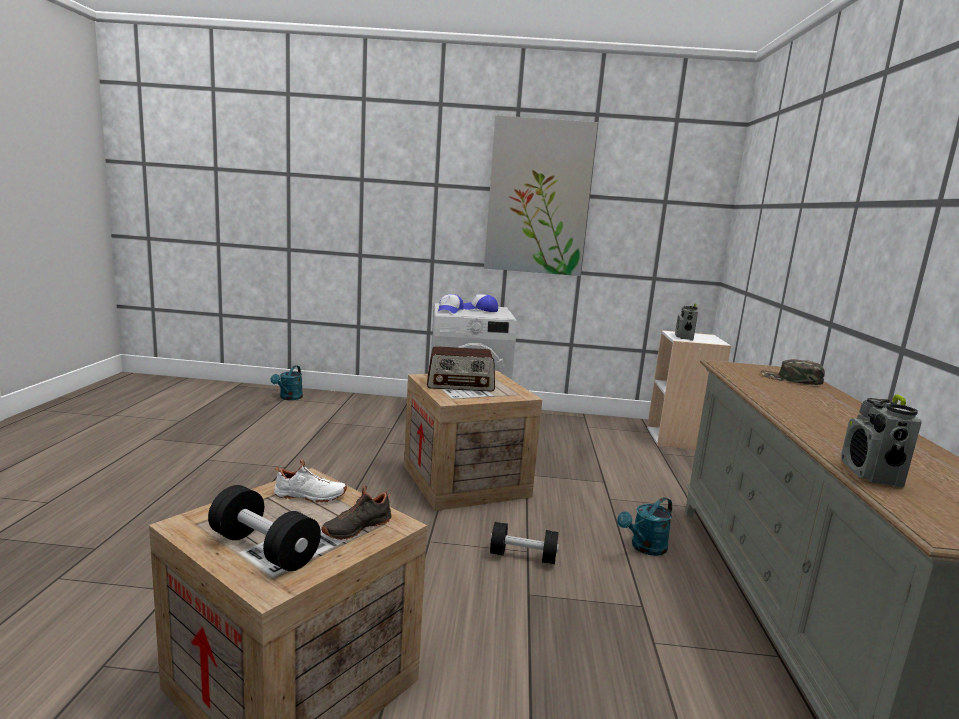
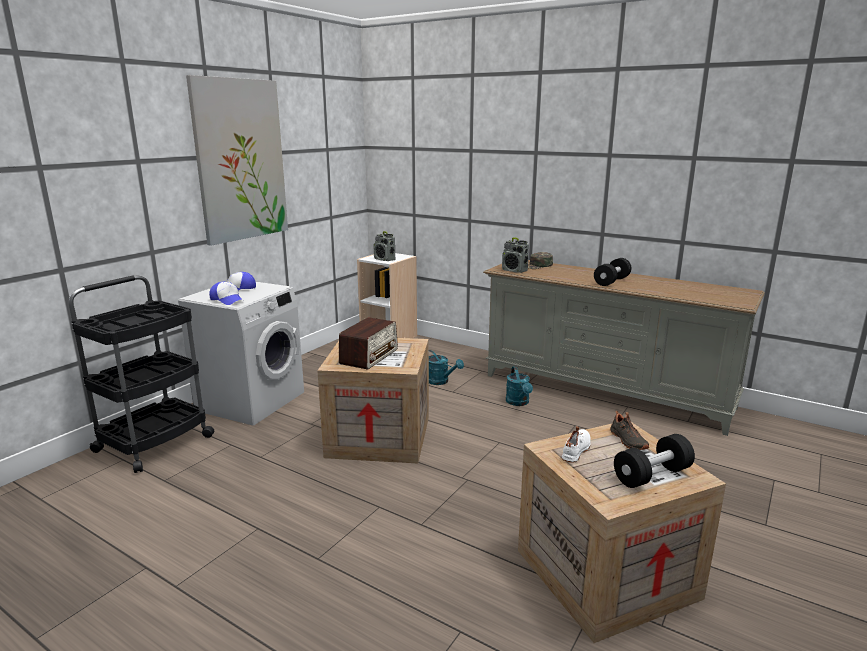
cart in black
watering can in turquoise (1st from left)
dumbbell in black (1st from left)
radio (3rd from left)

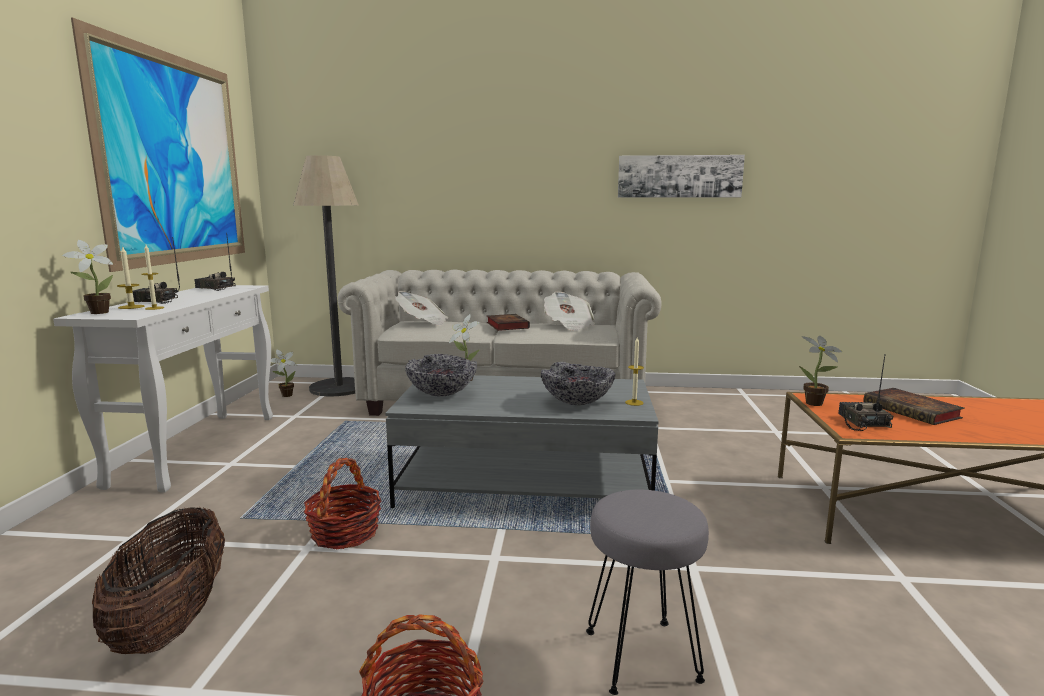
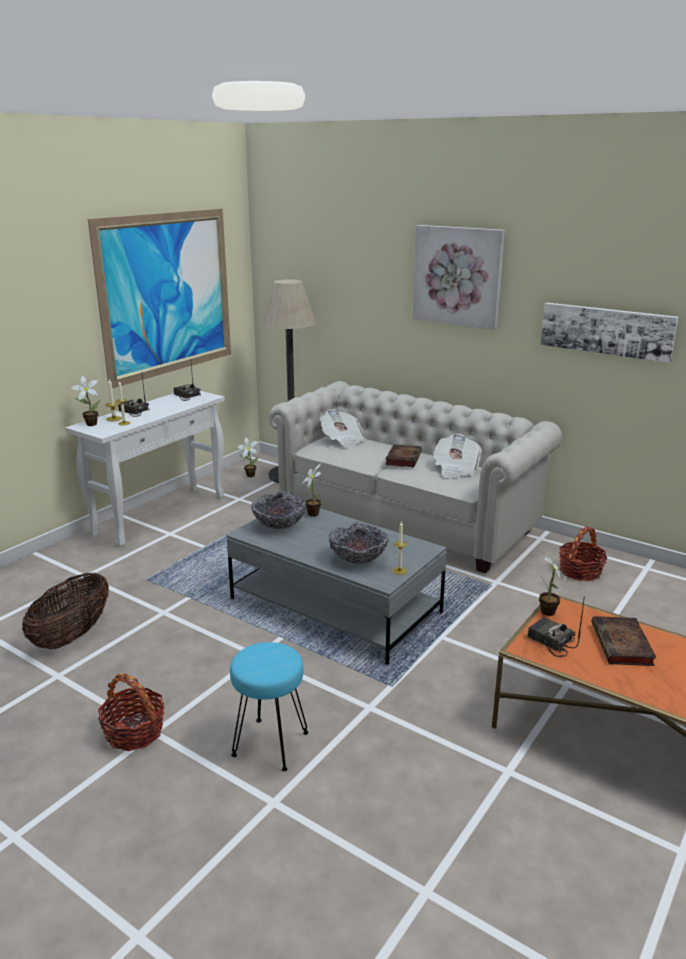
picture (2nd from left)
basket (3rd from left)
stool in turquoise
radio (3rd from left)

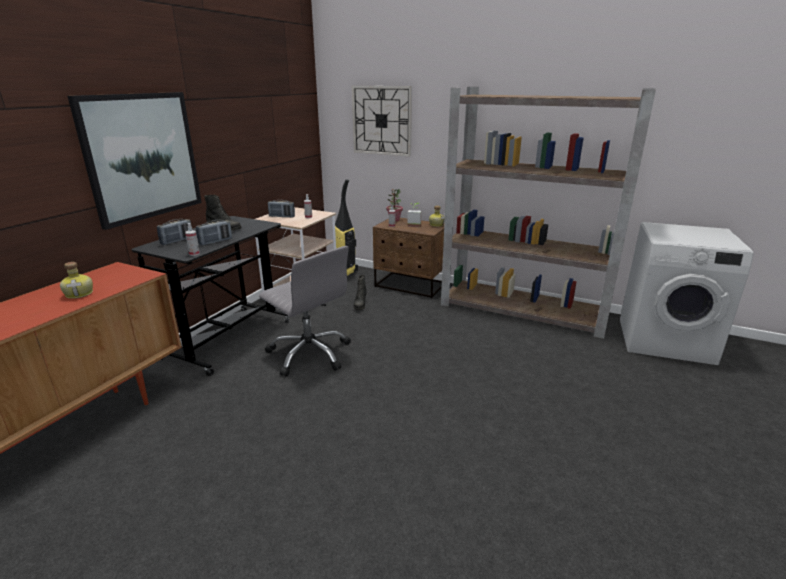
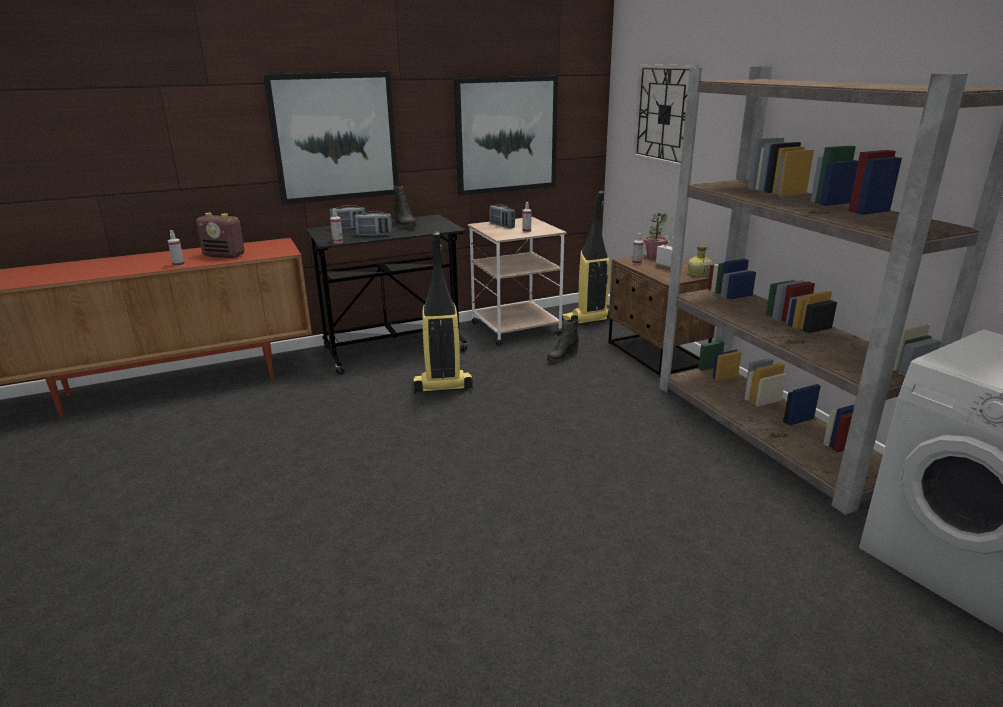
spray bottle (1st from left)
picture (2nd from left)
radio (1st from left)
vacuum cleaner (1st from left)

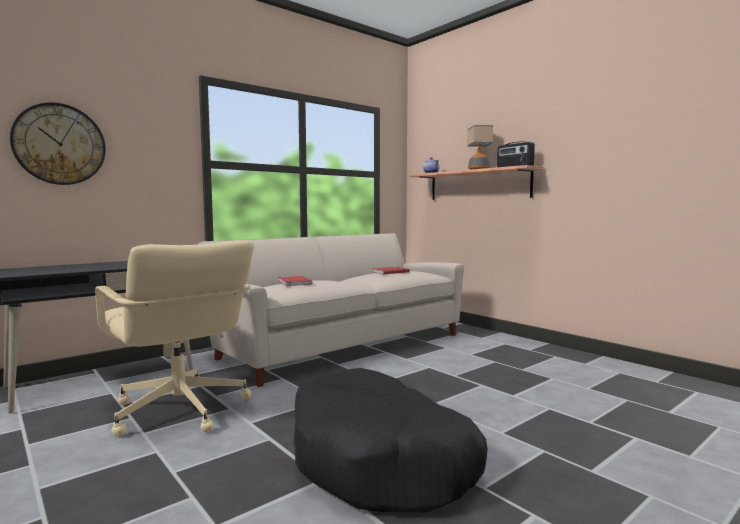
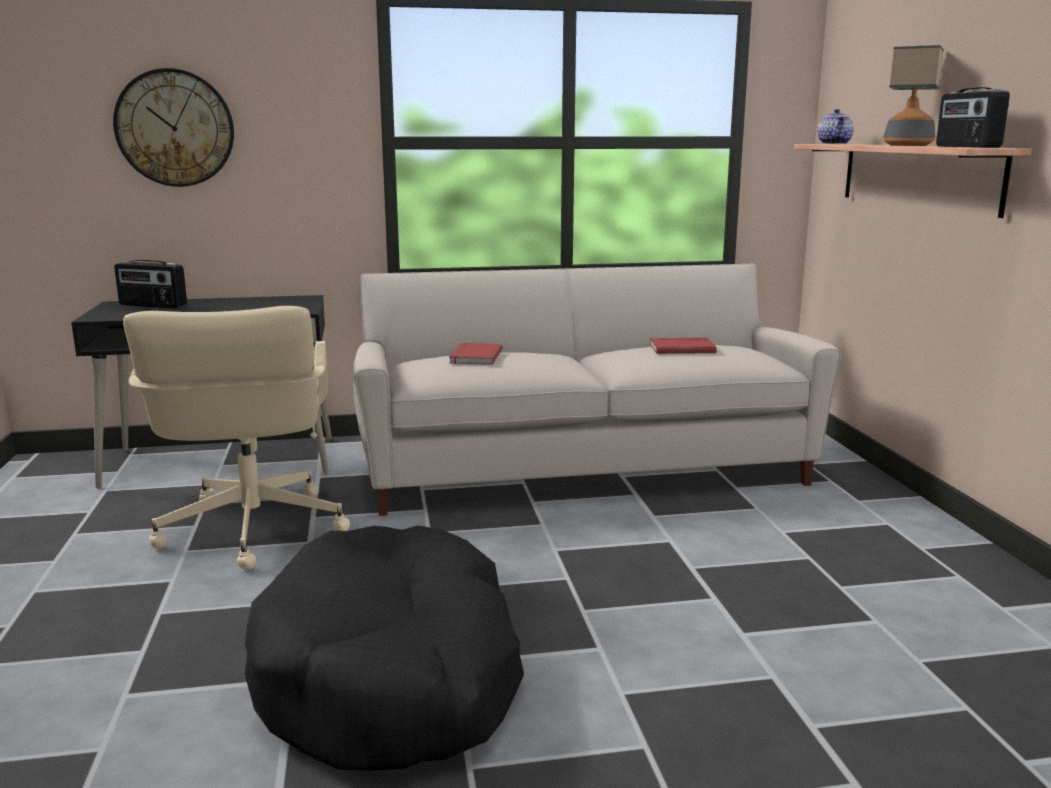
radio (1st from left)

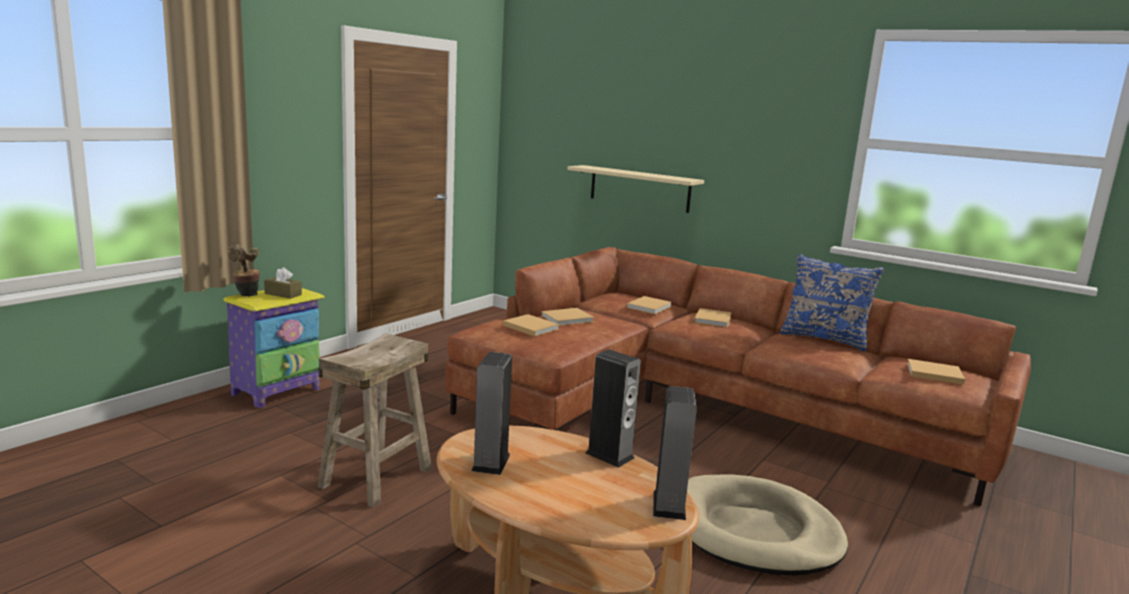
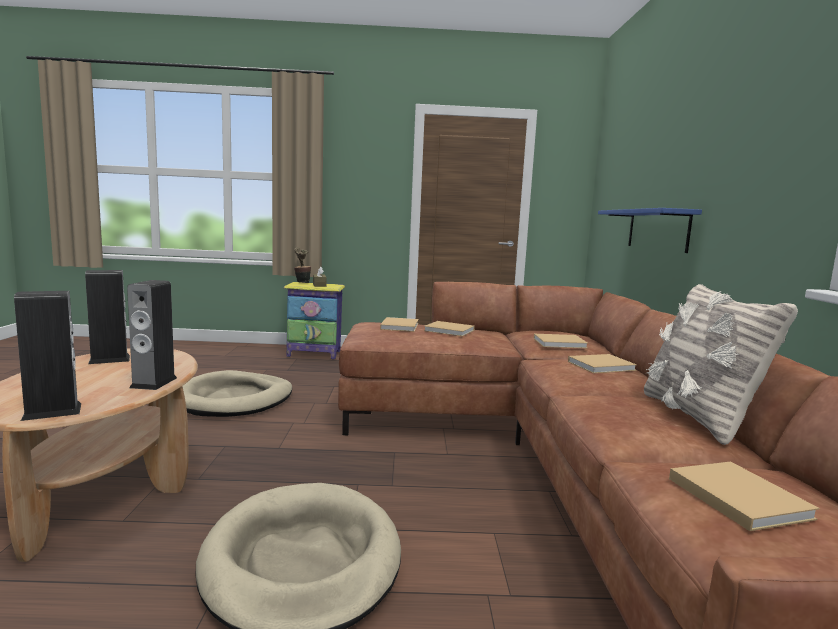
dog bed in beige (1st from left)
shelf in blue
pillow in beige

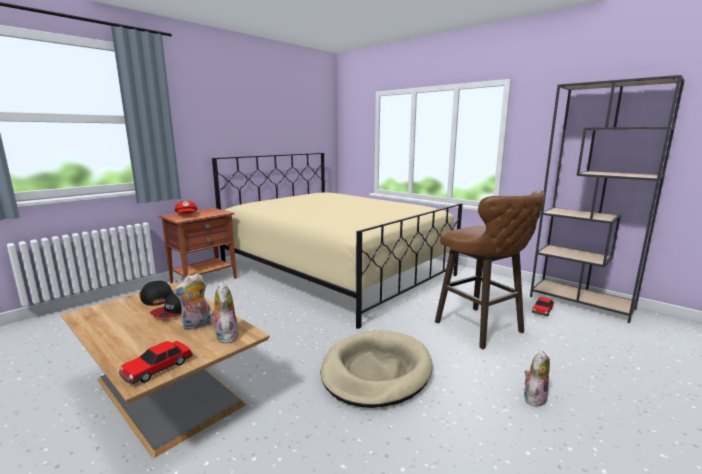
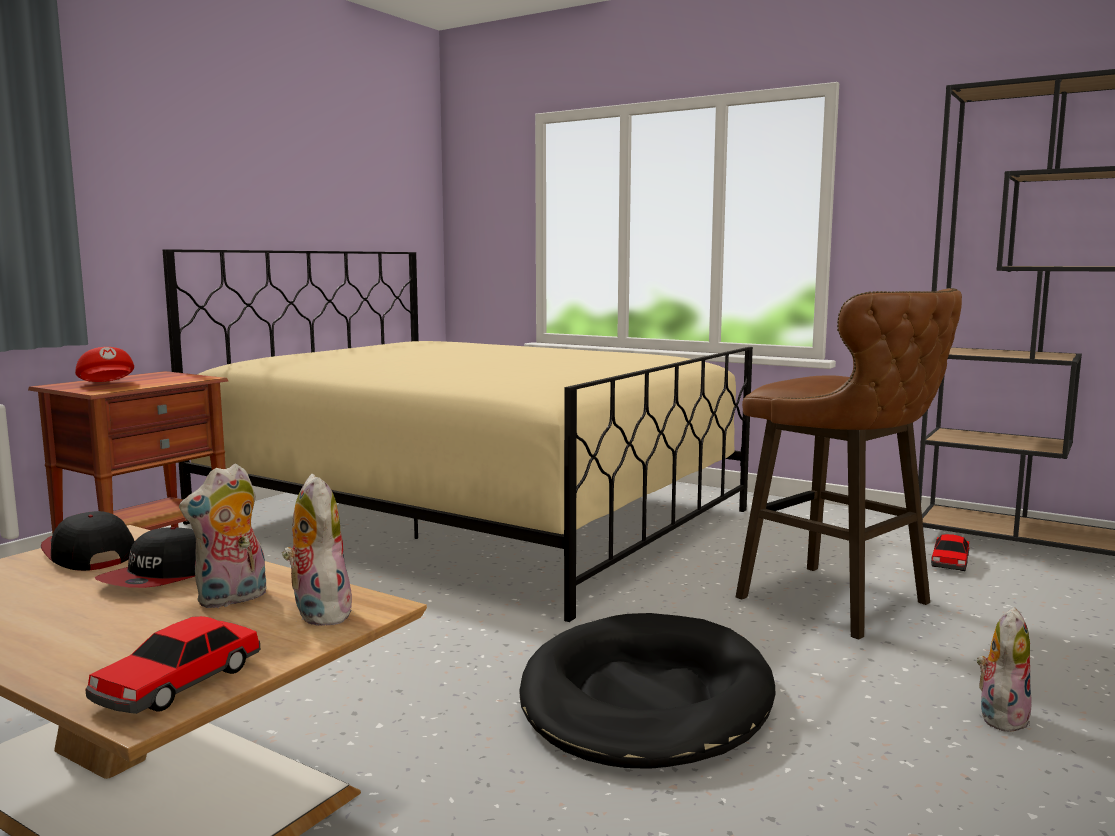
dog bed in black

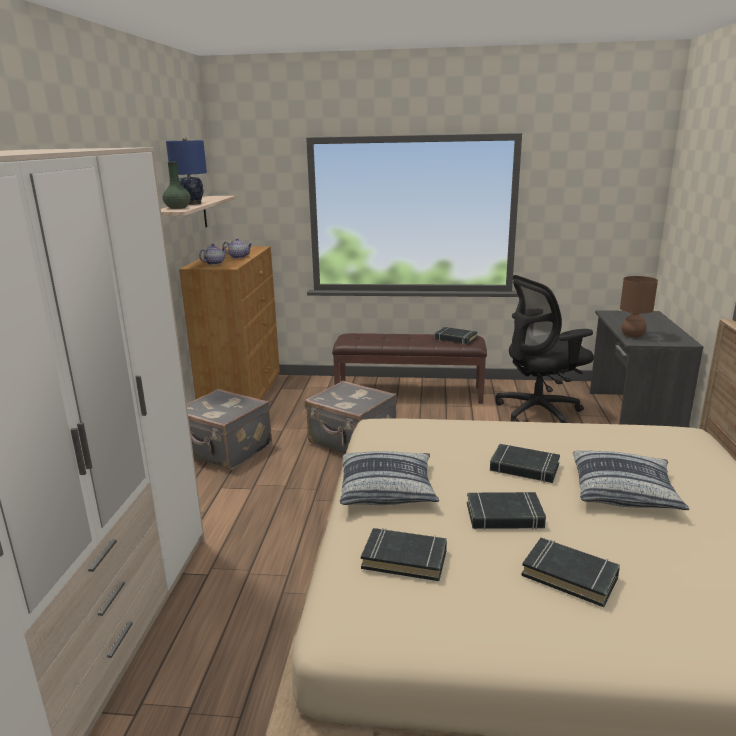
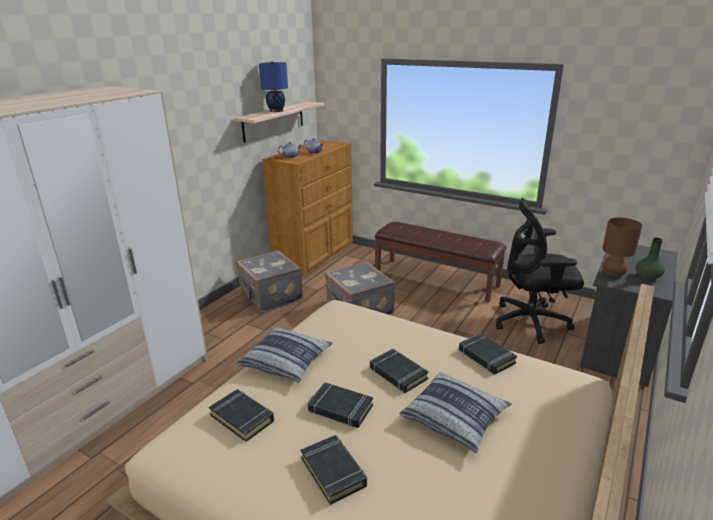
vase in green
book in black (5th from left)

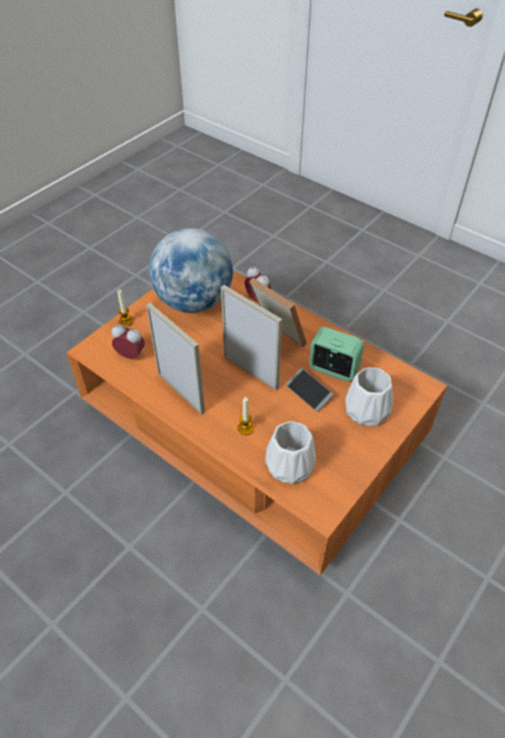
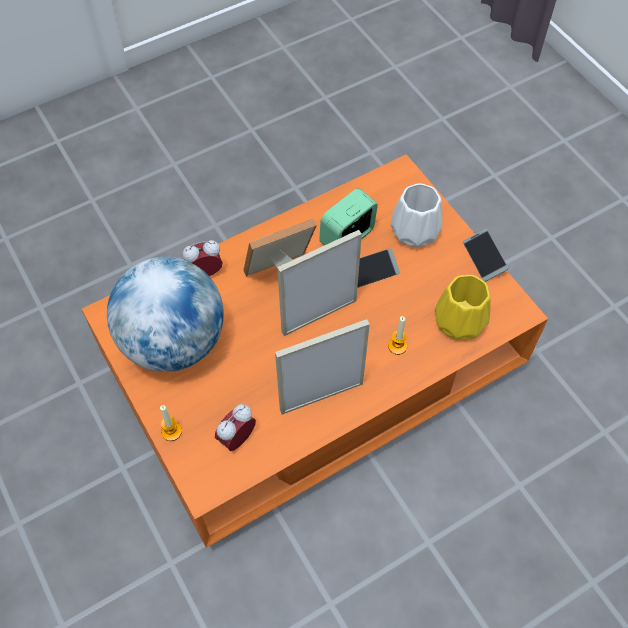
phone (2nd from left)
vase in yellow

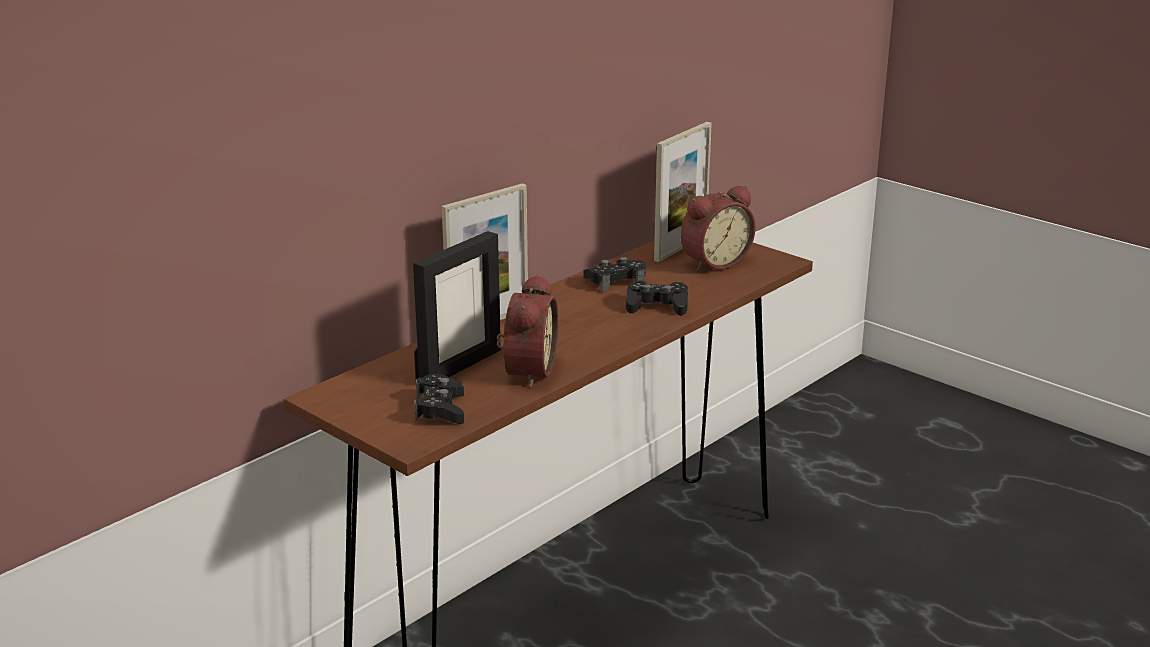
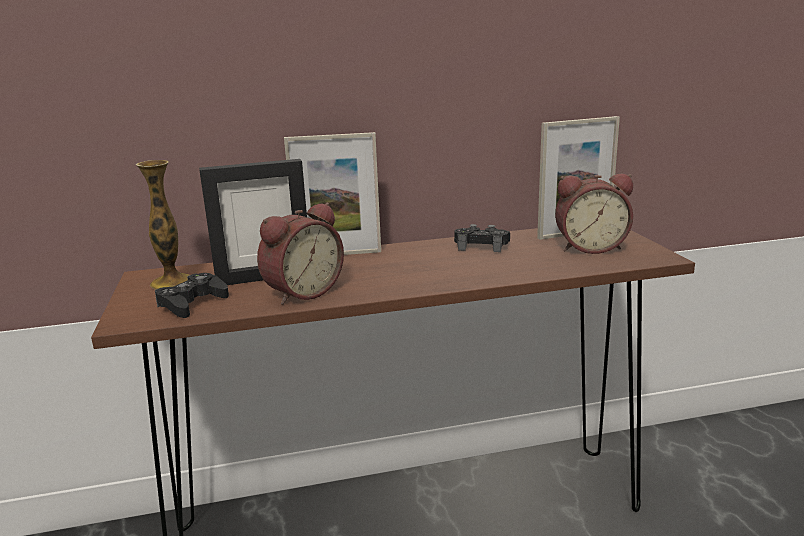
game controller in black (3rd from left in the first image)
vase

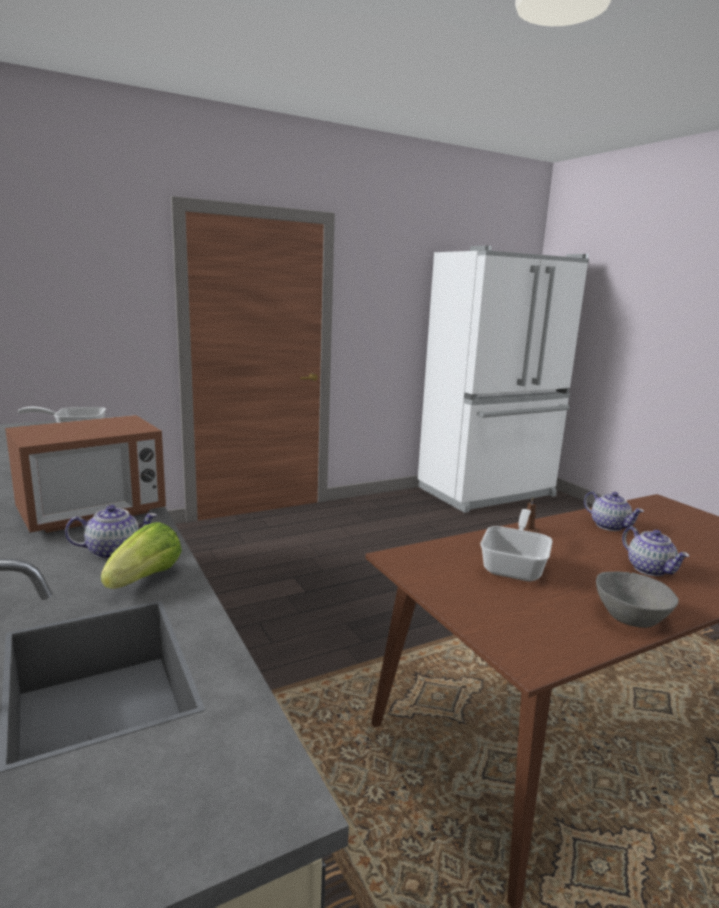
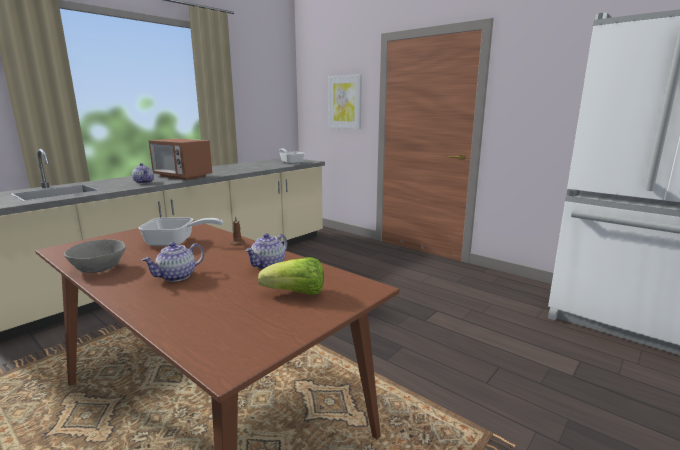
picture
lettuce

